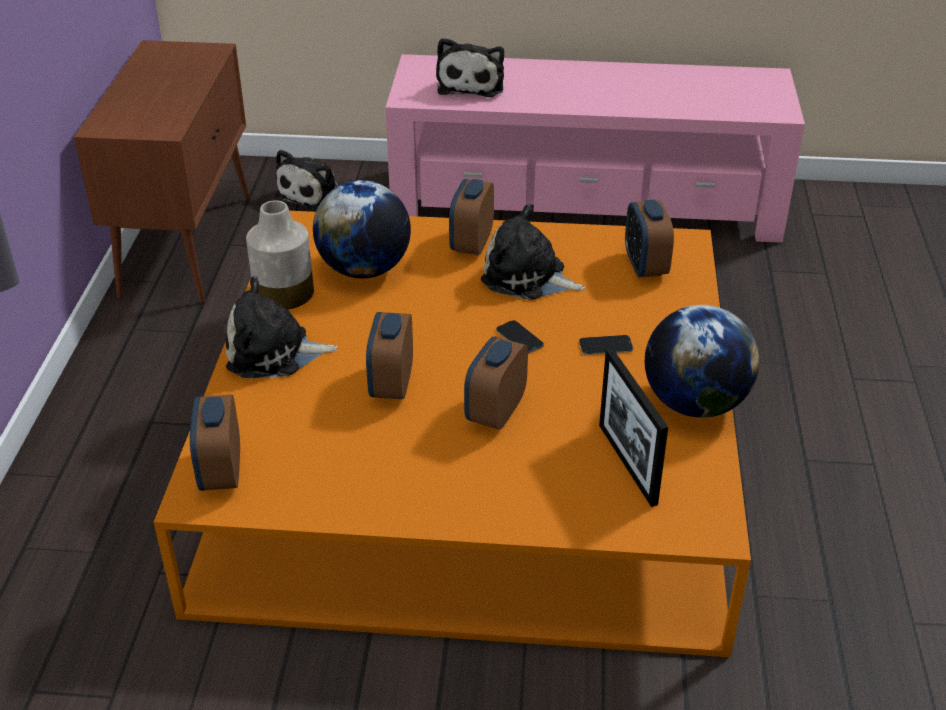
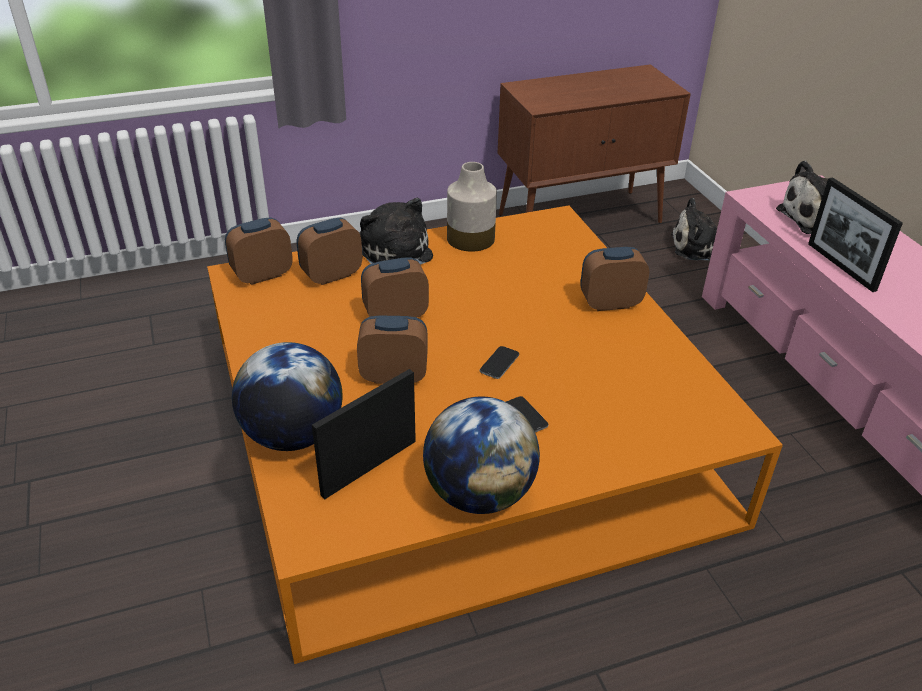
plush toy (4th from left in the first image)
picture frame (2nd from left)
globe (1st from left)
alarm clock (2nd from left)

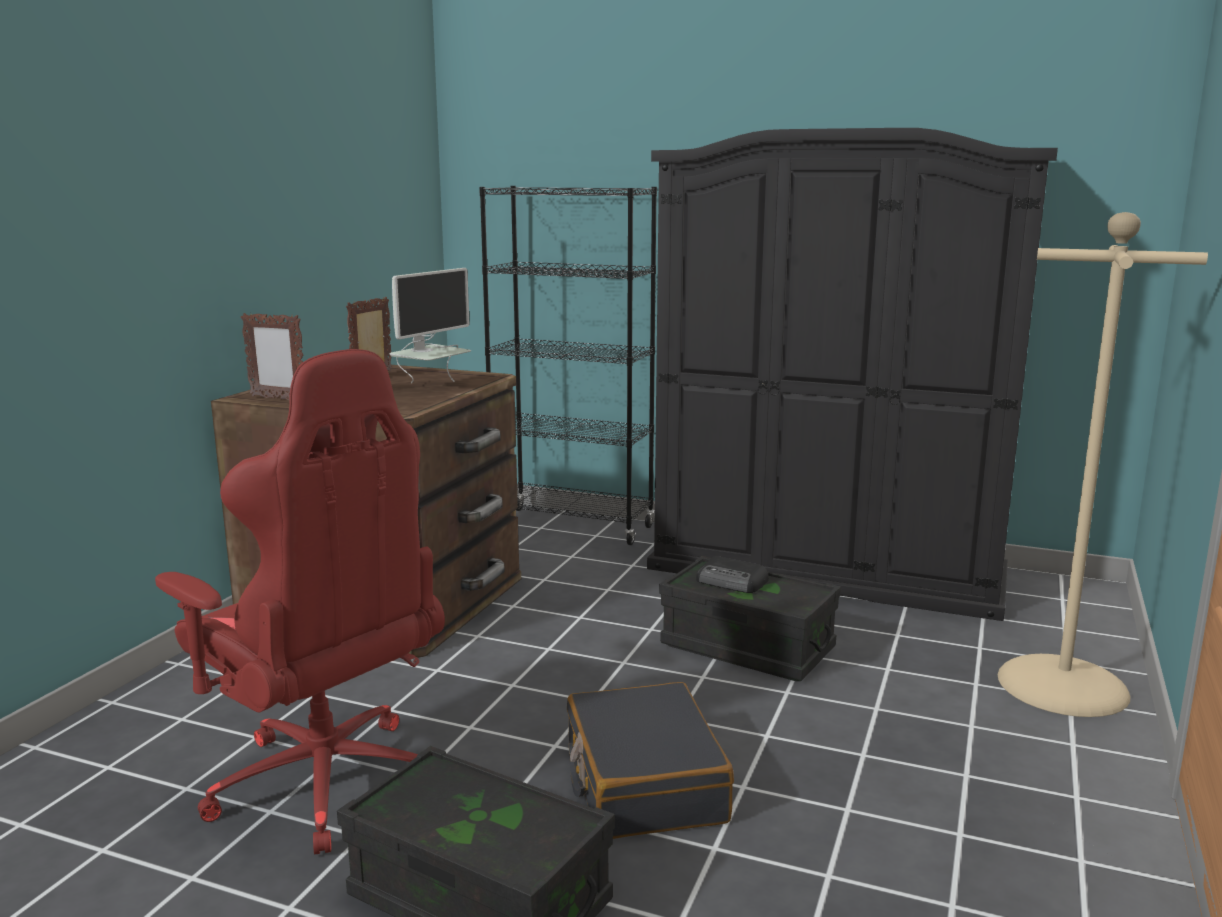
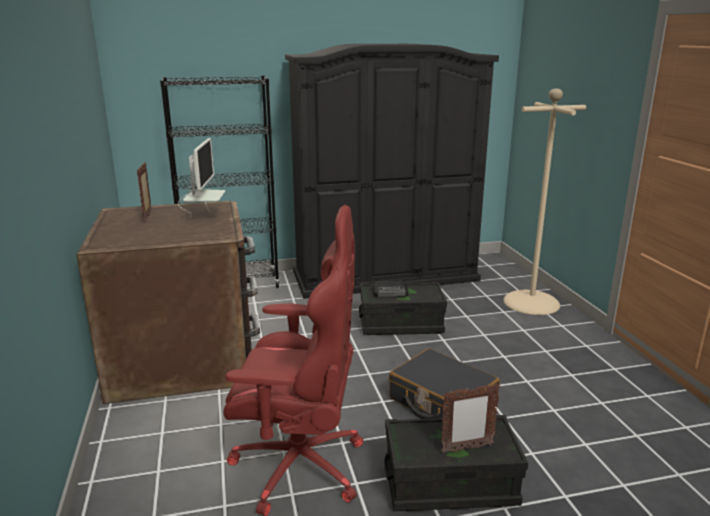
picture frame (2nd from left)

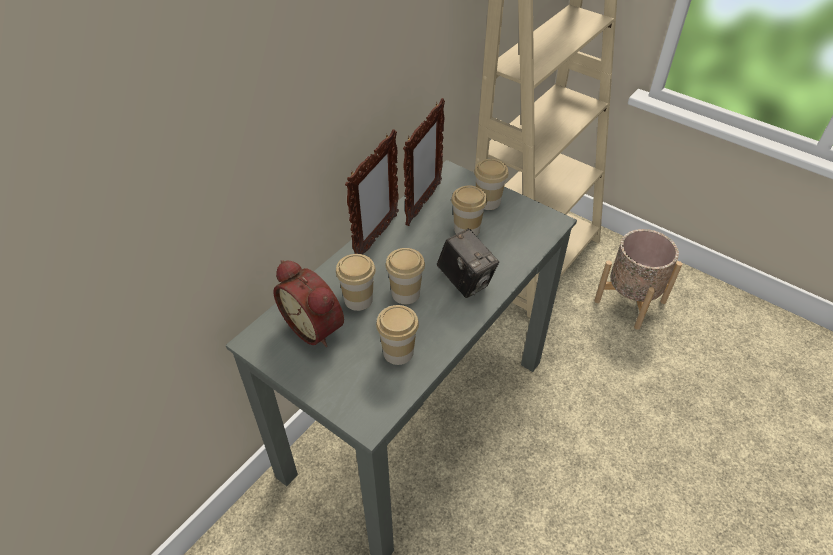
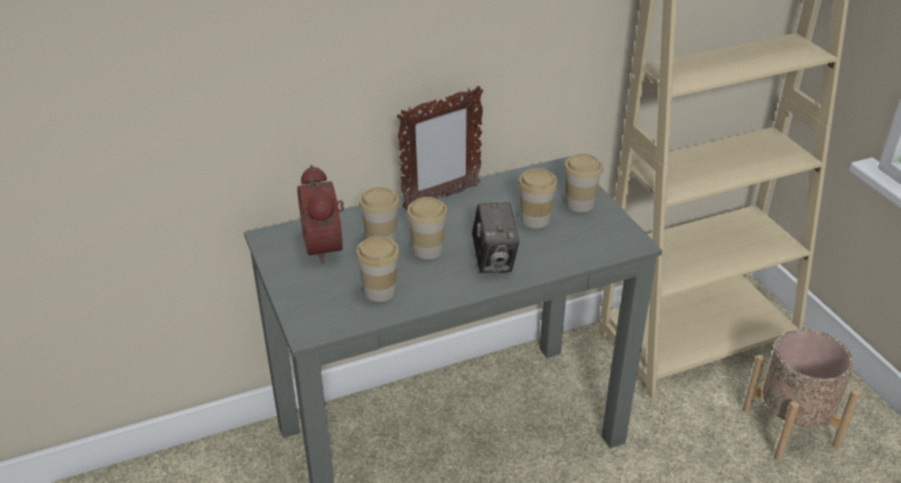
picture frame (2nd from left in the first image)

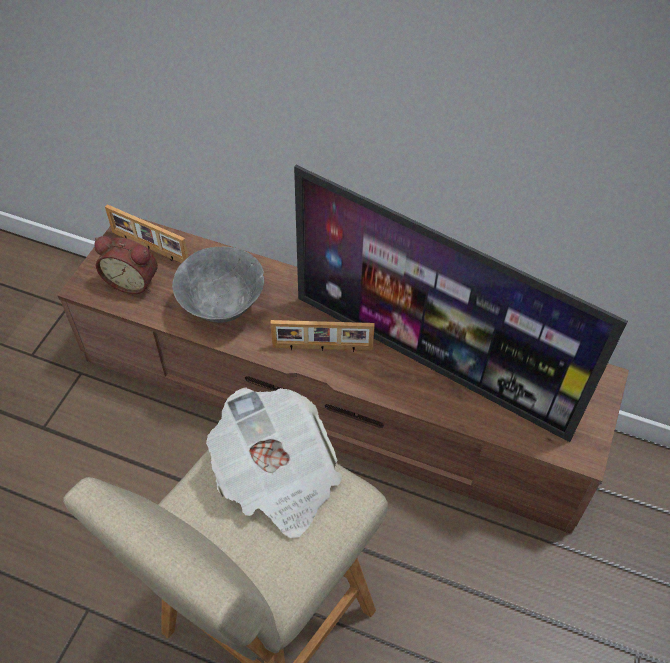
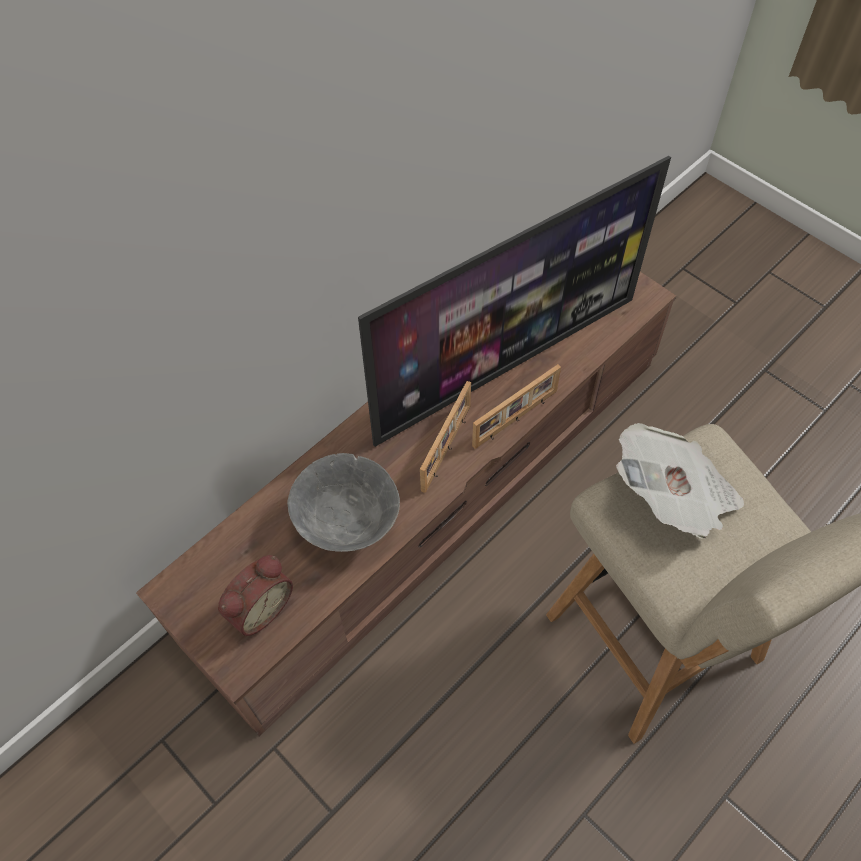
picture frame (2nd from left)

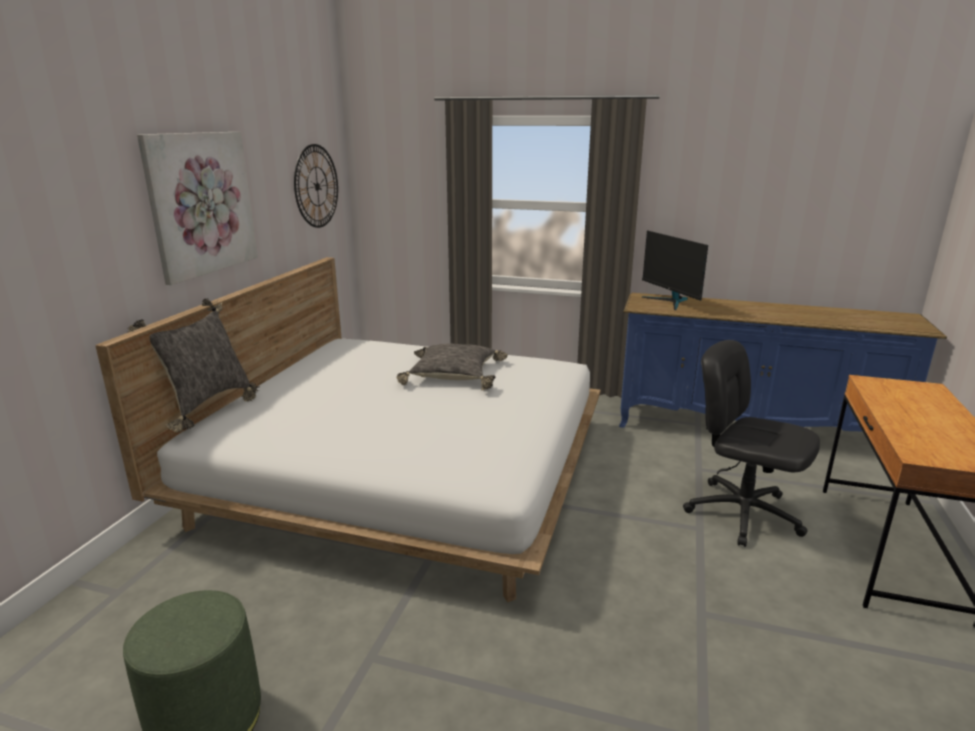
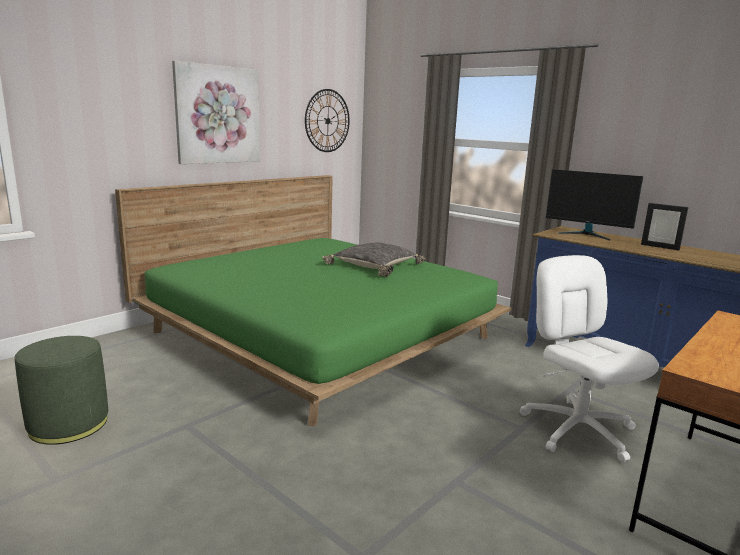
pillow (1st from left in the first image)
picture frame
bed in green
office chair in white
monitor

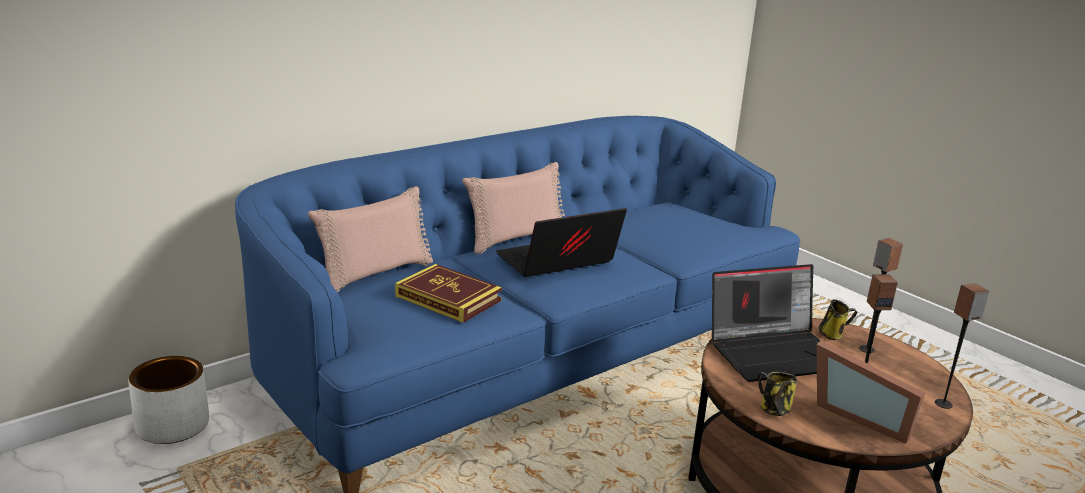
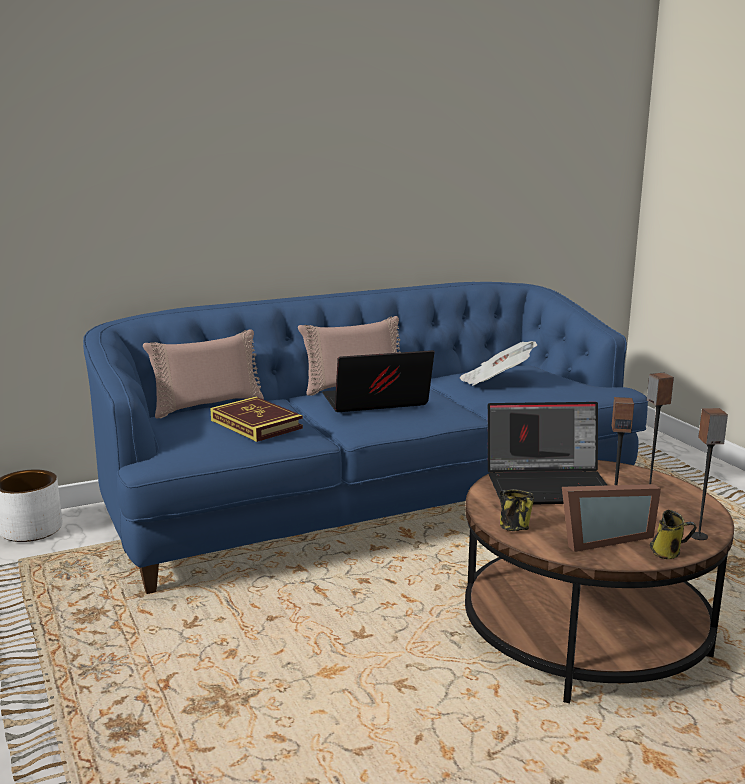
newspaper
mug (2nd from left)
picture frame

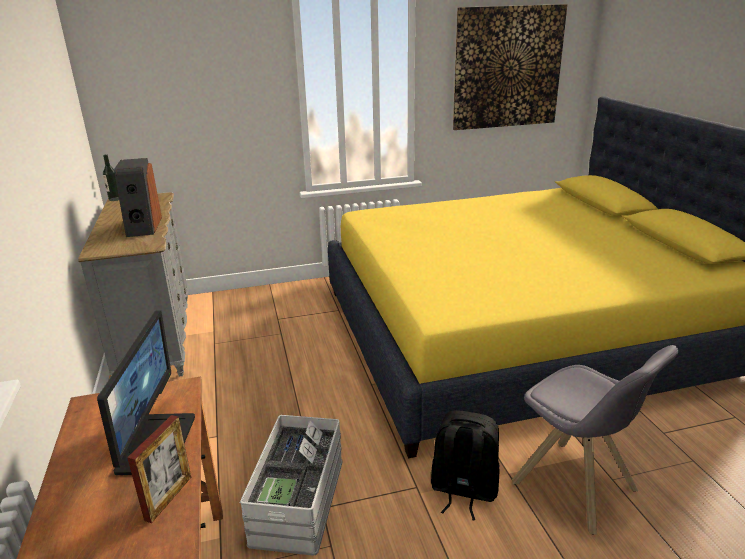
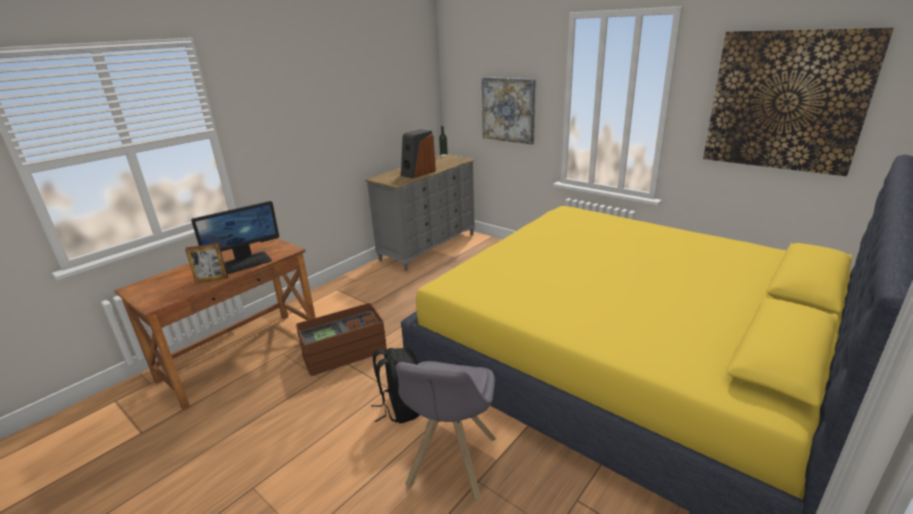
picture (1st from left)
storage box in brown

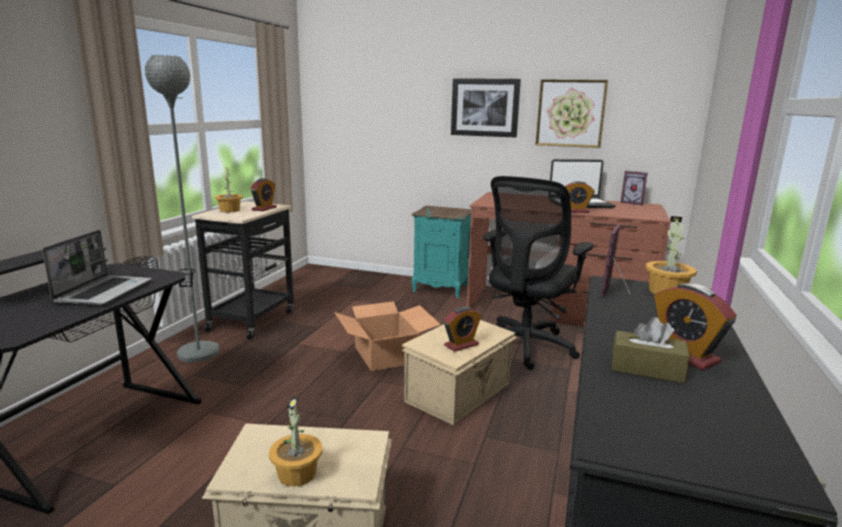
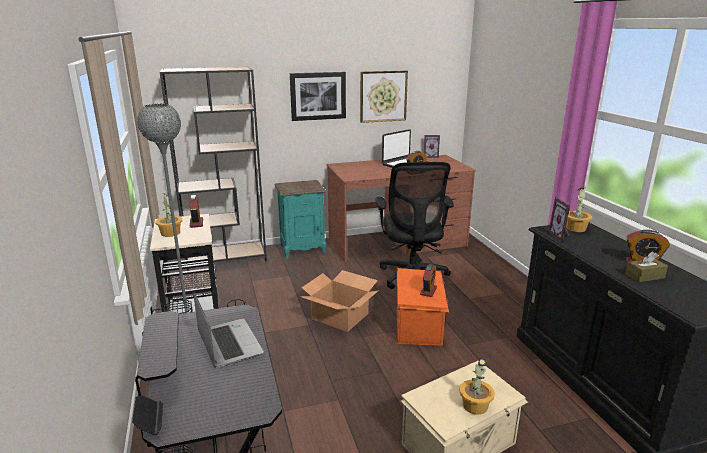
bookcase
storage box in orange

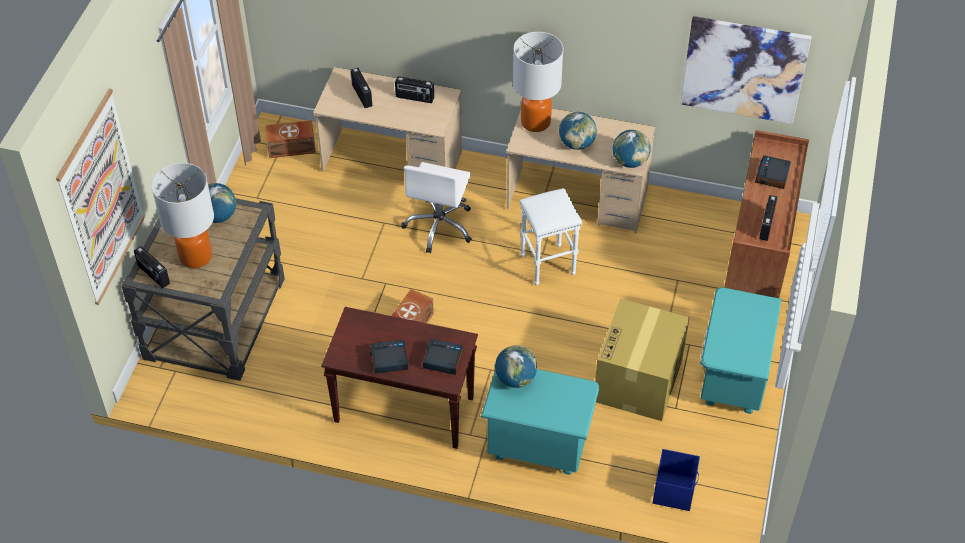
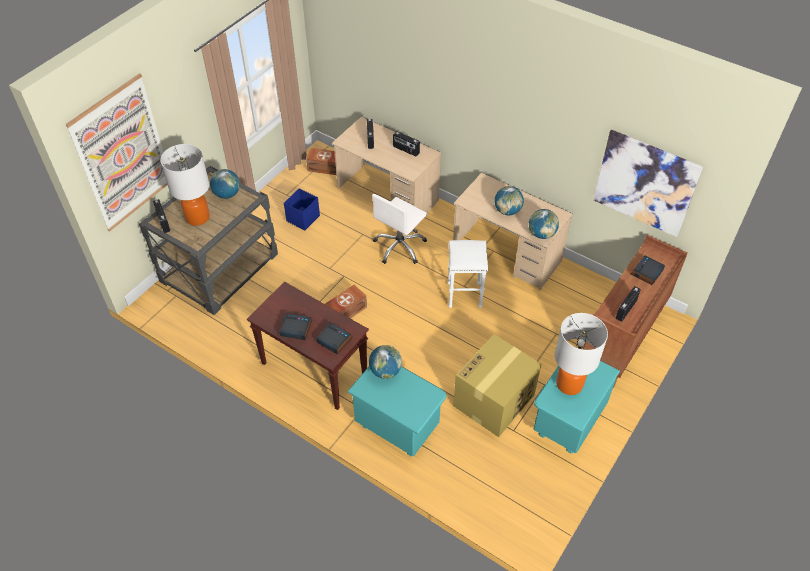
table lamp (2nd from left)
storage box in blue

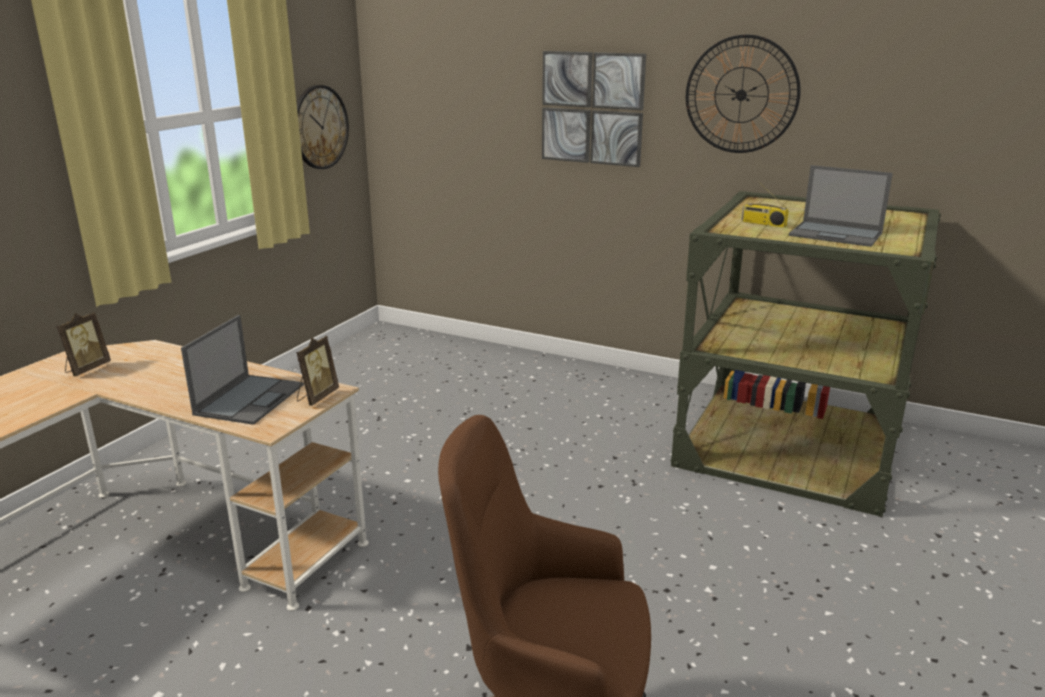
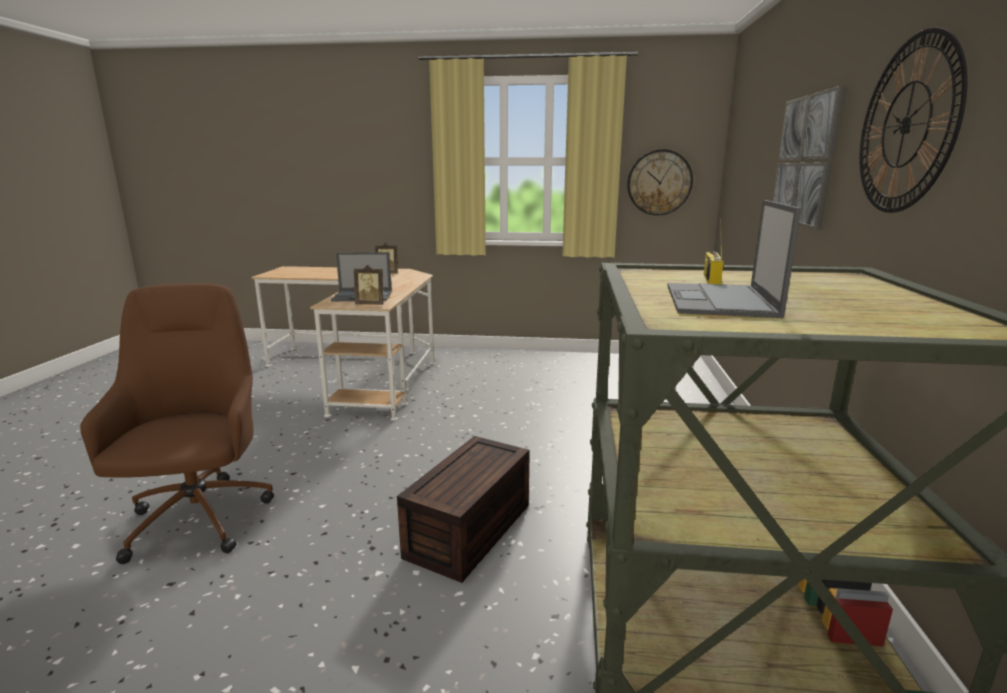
storage box in brown

